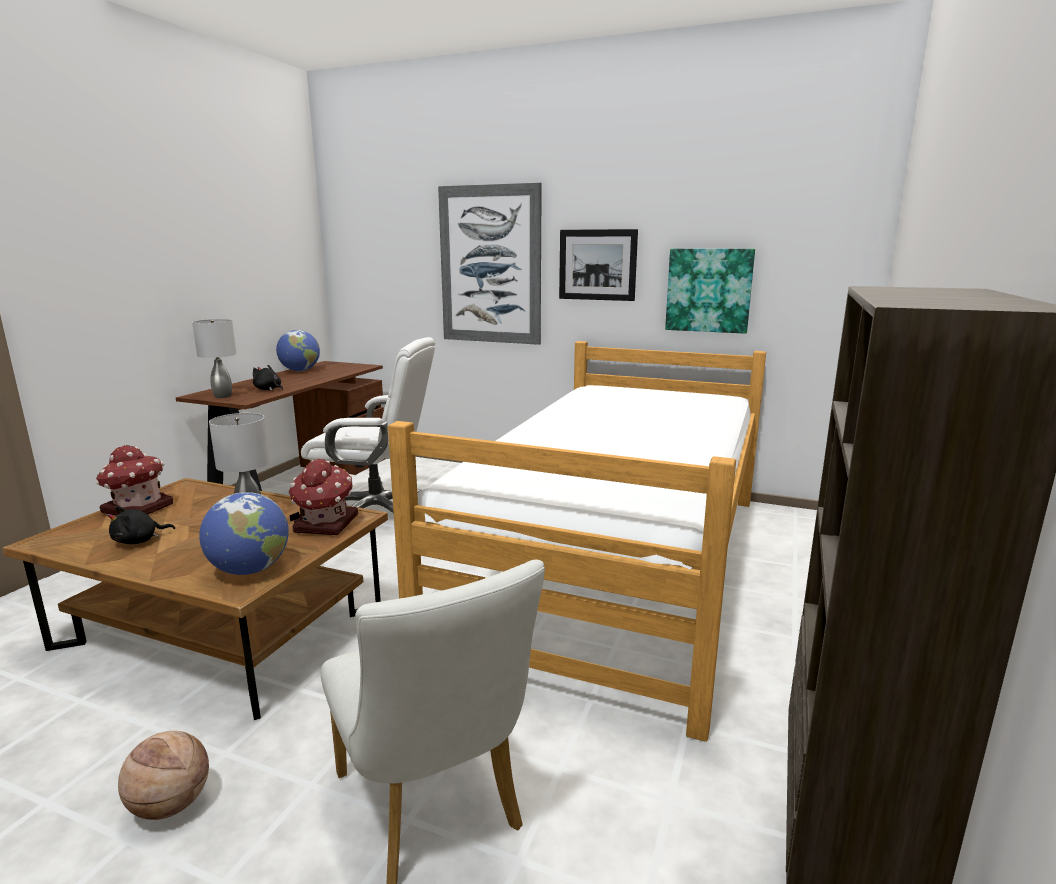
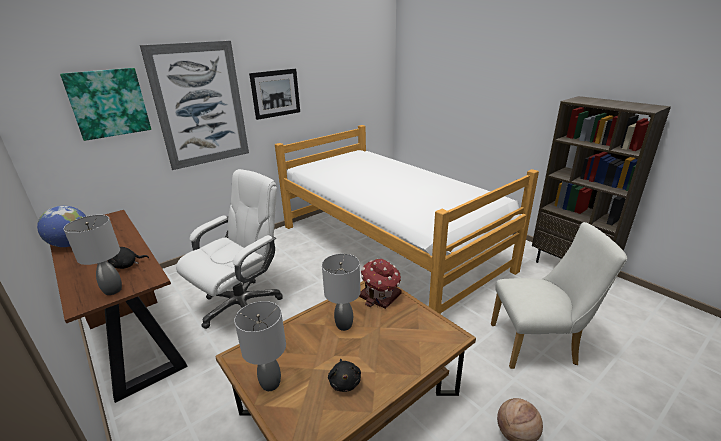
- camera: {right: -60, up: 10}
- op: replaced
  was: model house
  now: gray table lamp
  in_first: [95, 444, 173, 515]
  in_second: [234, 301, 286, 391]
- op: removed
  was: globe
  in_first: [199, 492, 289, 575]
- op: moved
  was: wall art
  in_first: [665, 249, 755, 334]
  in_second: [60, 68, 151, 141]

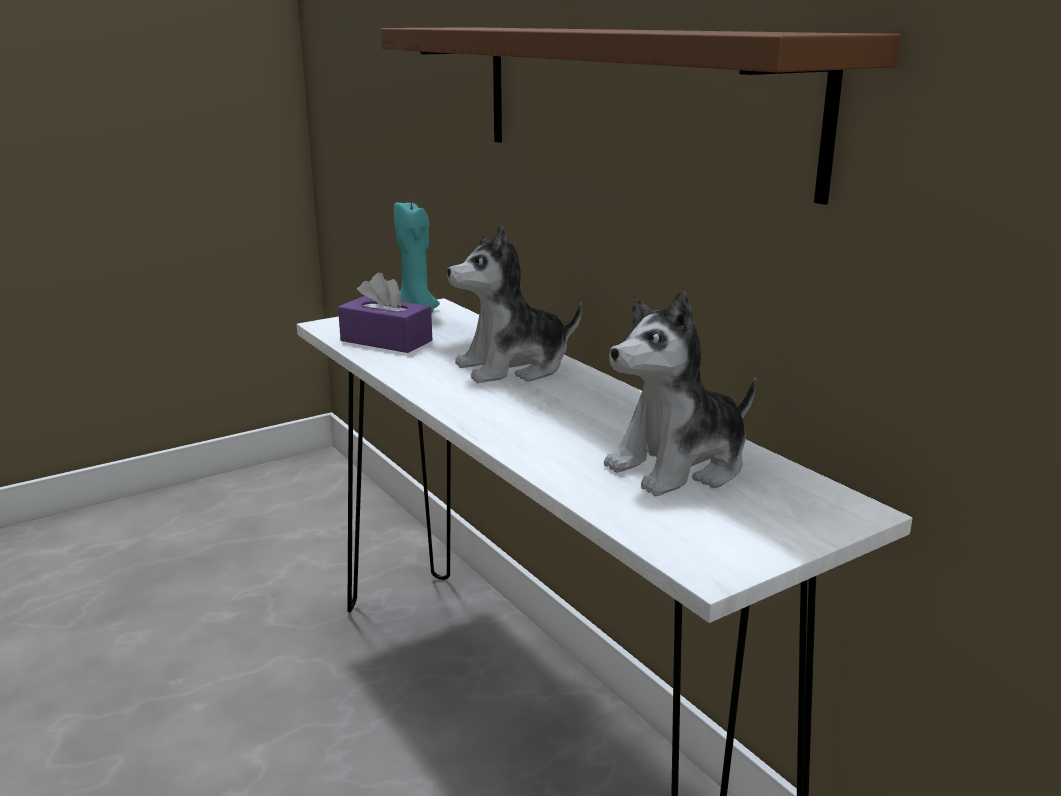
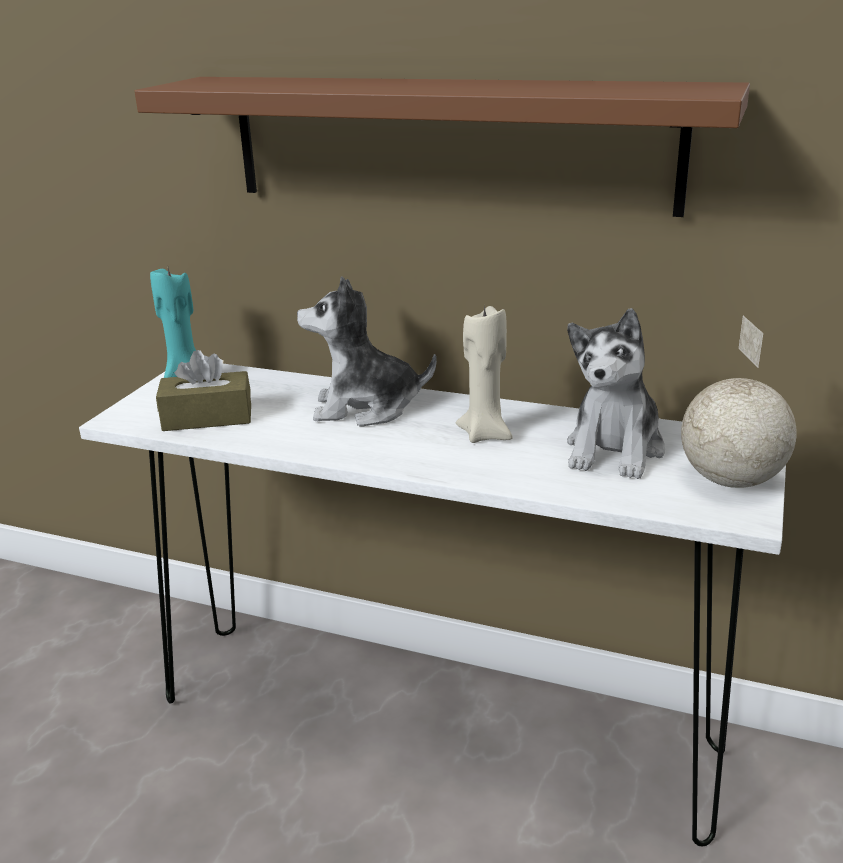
- camera: {right: -35, up: 5}
- op: recoloured
  was: purple tissue holder
  now: brownish tissue holder
  in_first: [338, 272, 432, 353]
  in_second: [156, 350, 251, 431]
- op: turned
  was: plush toy
  in_first: [447, 225, 582, 383]
  in_second: [297, 276, 437, 426]
  clockwise: 60
- op: added
  now: beige-coloured wax light
  in_second: [456, 302, 513, 443]
- op: added
  now: globe
  in_second: [681, 315, 797, 488]

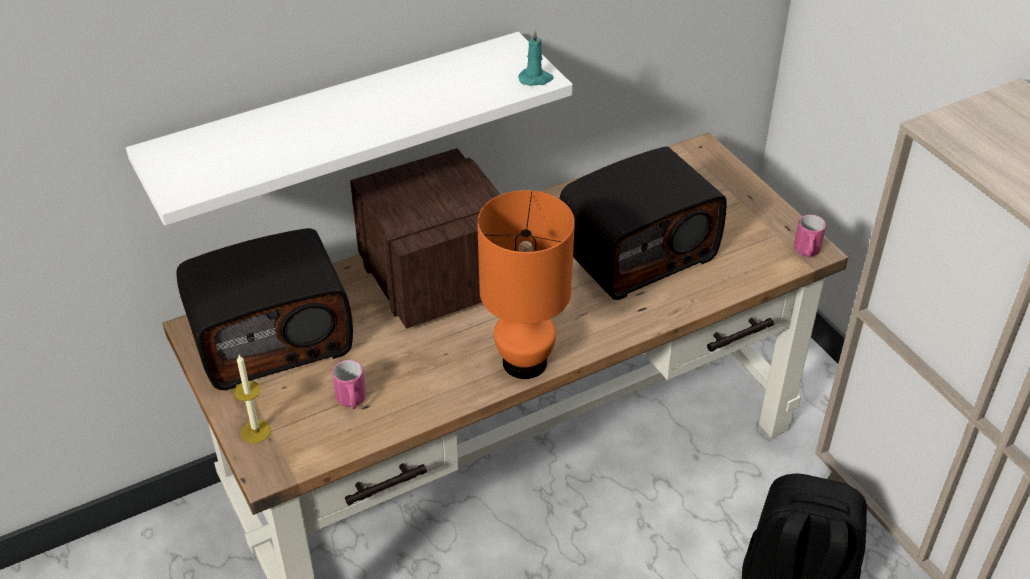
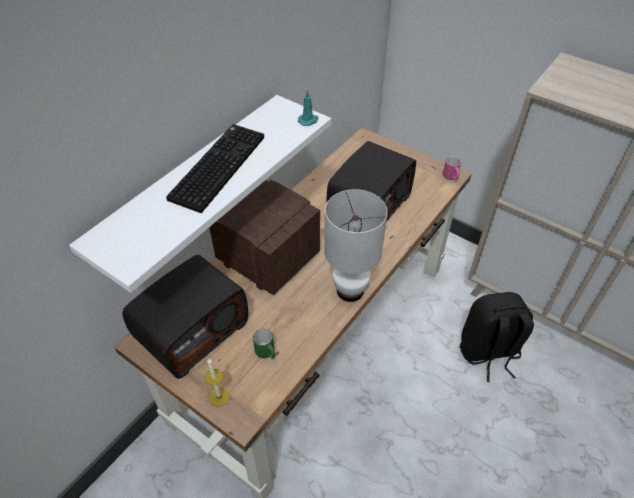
- camera: {right: -25, up: 5}
- op: recoloured
  was: pink-coloured coffee mug
  now: green coffee mug
  in_first: [332, 360, 366, 409]
  in_second: [253, 329, 275, 359]
- op: recoloured
  was: orange-coloured table lamp
  now: white table lamp
  in_first: [477, 190, 575, 379]
  in_second: [325, 189, 387, 302]
- op: added
  now: keyboard
  in_second: [166, 124, 264, 213]

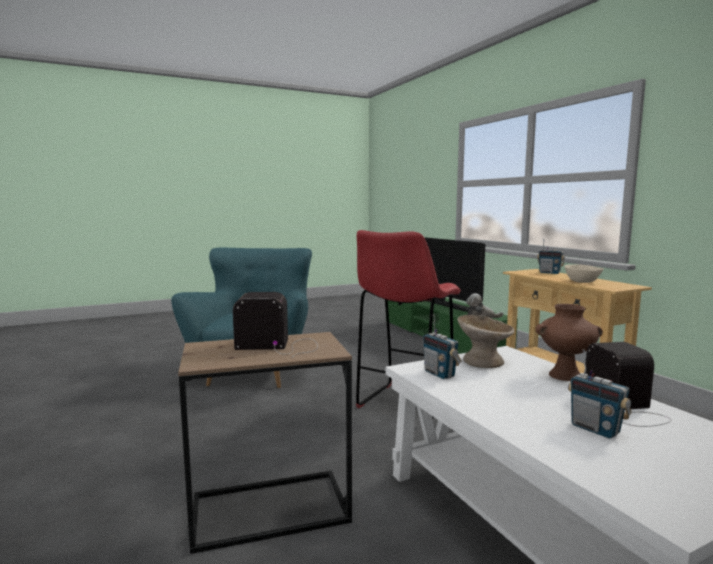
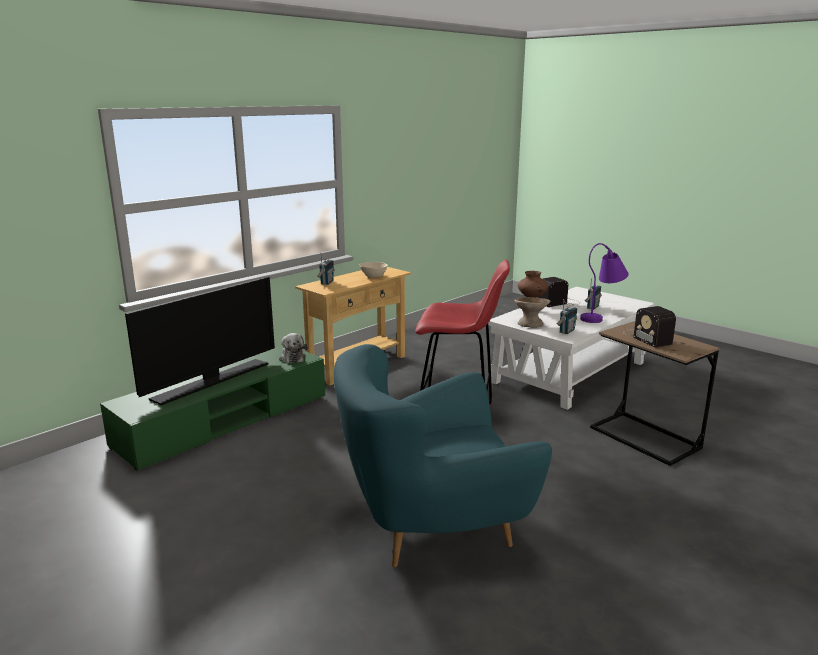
- camera: {right: -110, up: 10}
- op: added
  now: purple table lamp
  in_second: [580, 243, 629, 323]

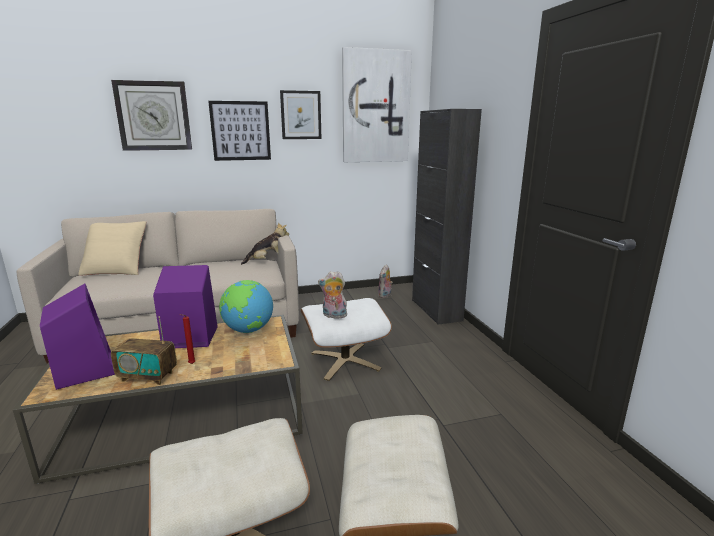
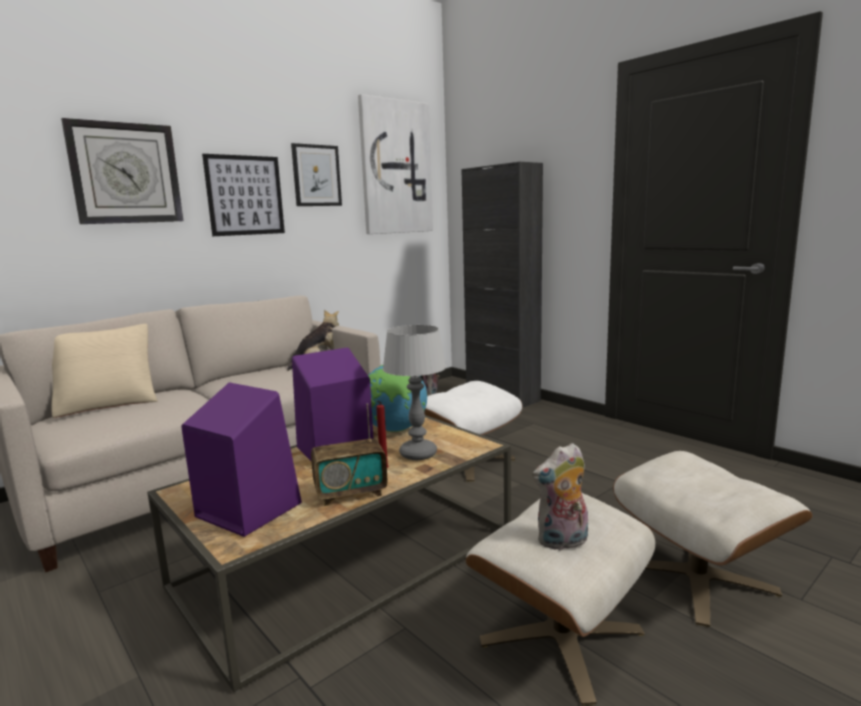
- camera: {right: -25, up: -5}
- op: moved
  was: plush toy
  in_first: [318, 271, 347, 318]
  in_second: [532, 443, 588, 551]
- op: added
  now: table lamp
  in_second: [383, 325, 446, 460]

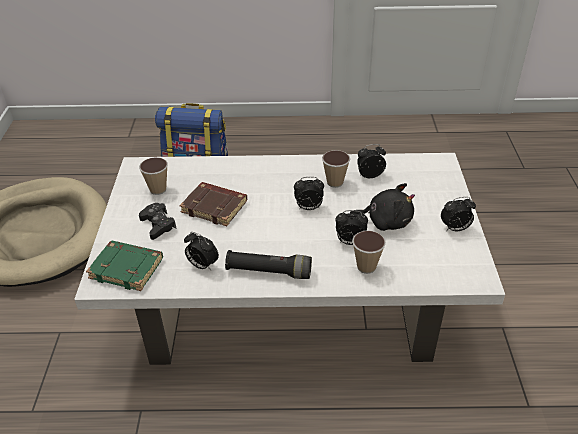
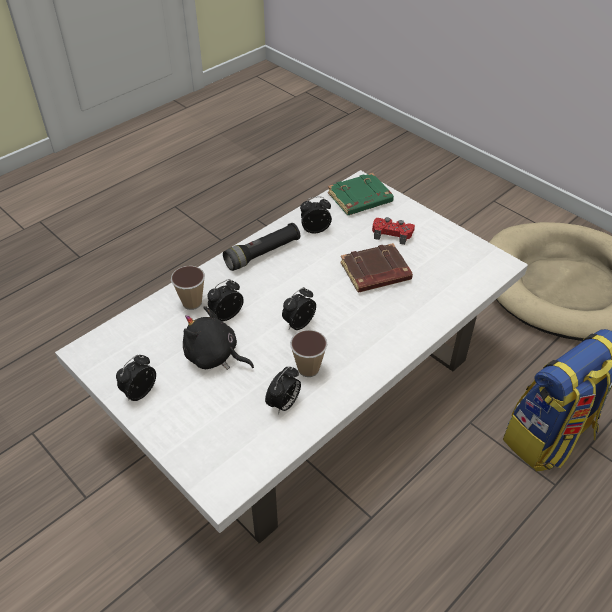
- camera: {right: 135, up: 5}
- op: removed
  was: drinking cup
  in_first: [139, 157, 168, 195]
- op: recoloured
  was: black-coloured gamepad
  now: reddish gamepad
  in_first: [139, 203, 176, 240]
  in_second: [372, 217, 415, 245]
- op: turned
  was: black-coloured plush toy
  in_first: [350, 183, 415, 231]
  in_second: [183, 306, 254, 370]
  clockwise: 60

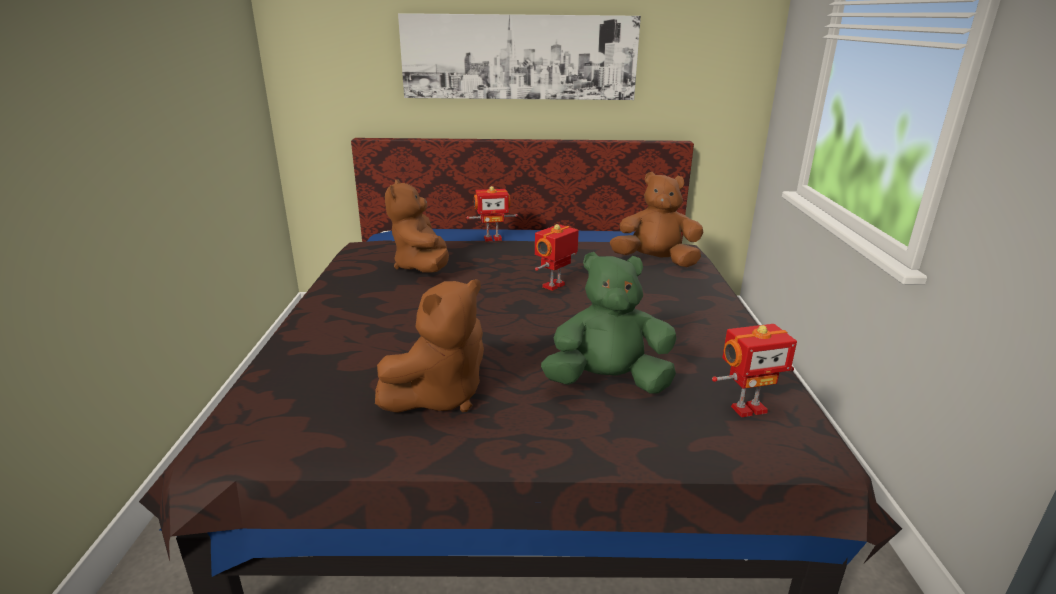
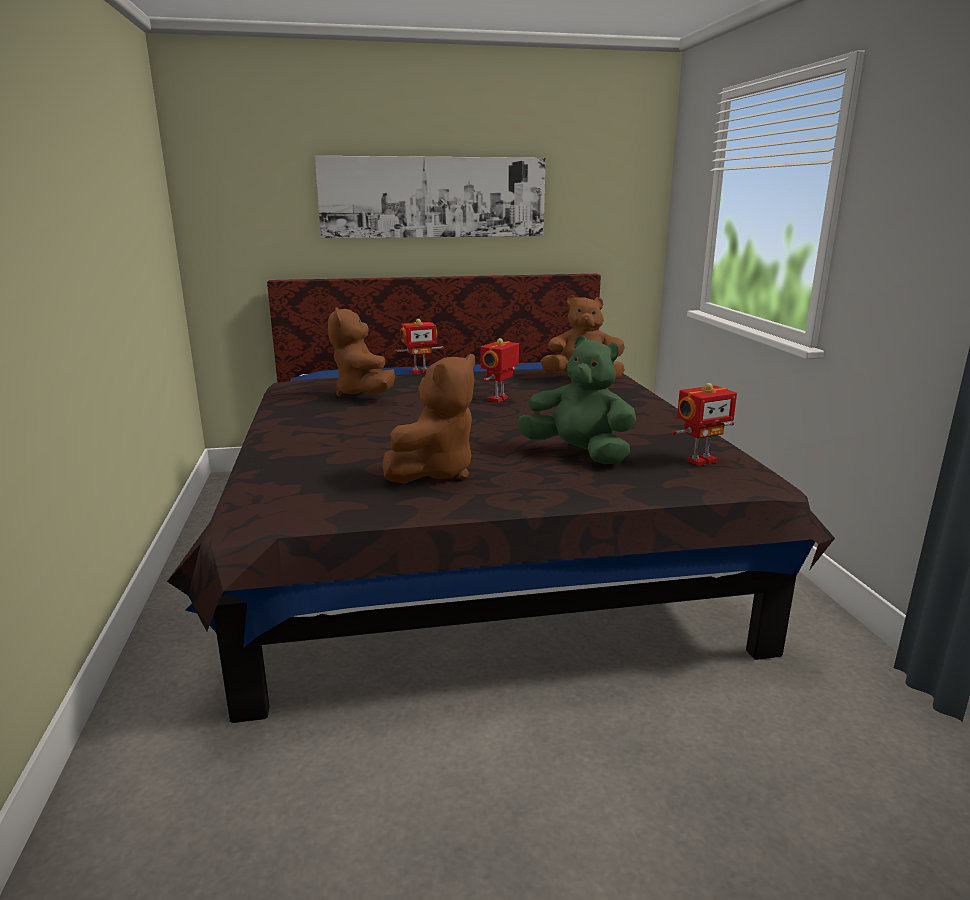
- camera: {right: -10, up: -5}
- op: turned
  was: green plush toy
  in_first: [541, 252, 676, 394]
  in_second: [517, 336, 636, 464]
  clockwise: 45

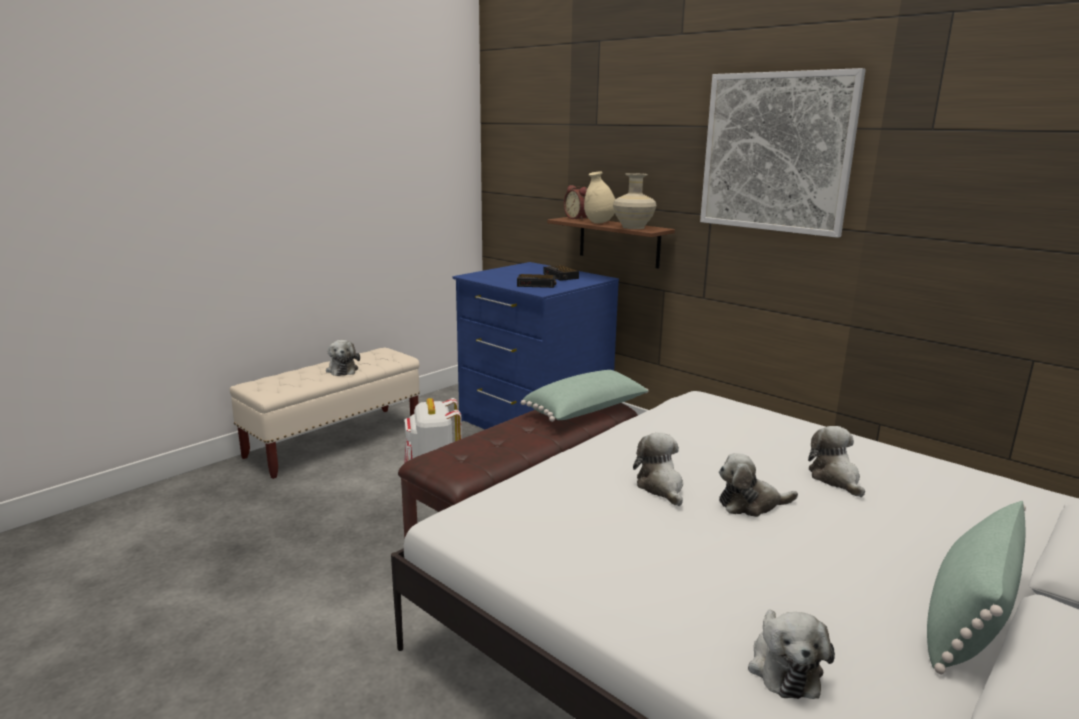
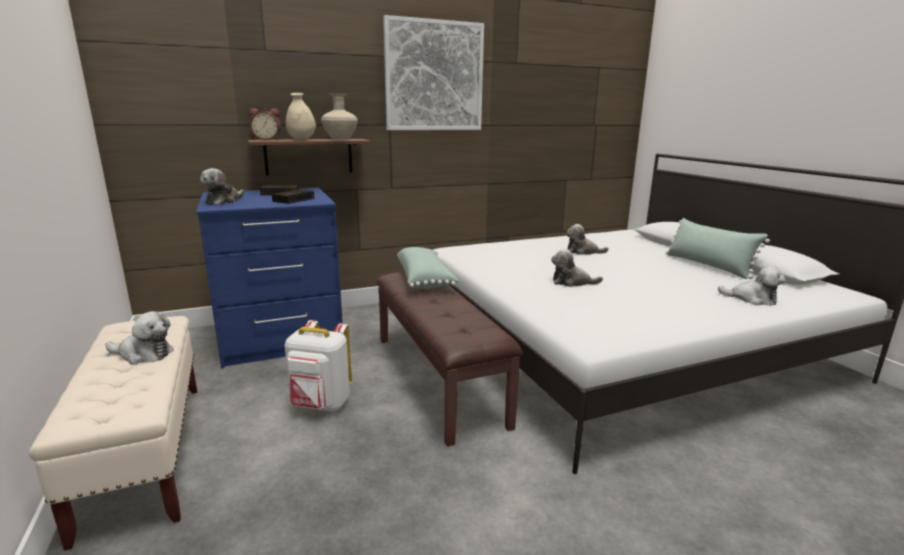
- camera: {right: -65, up: 0}
- op: moved
  was: plush toy
  in_first: [719, 453, 798, 517]
  in_second: [200, 168, 244, 205]

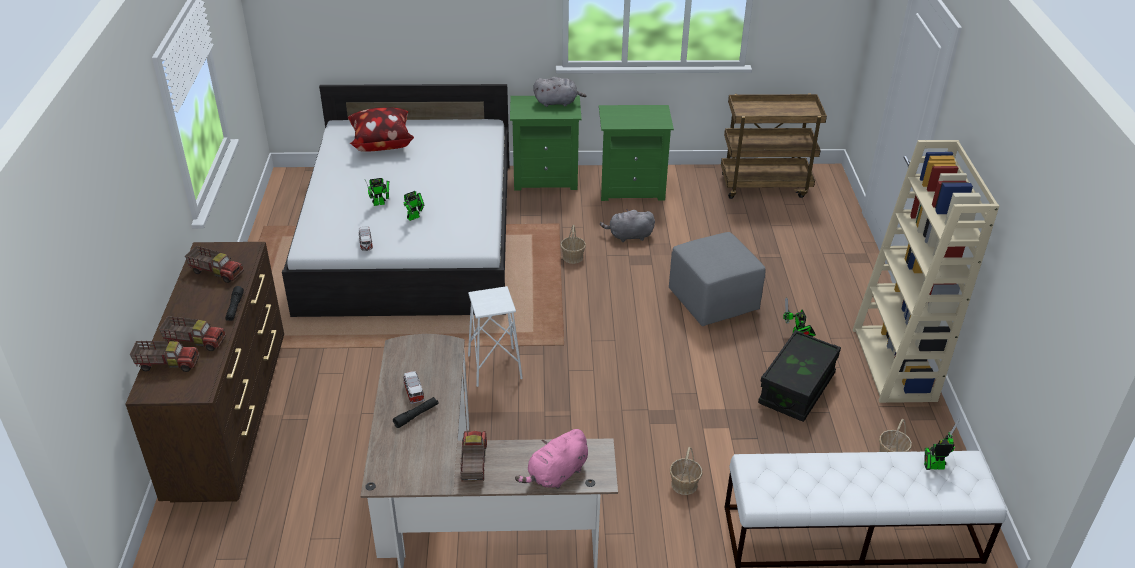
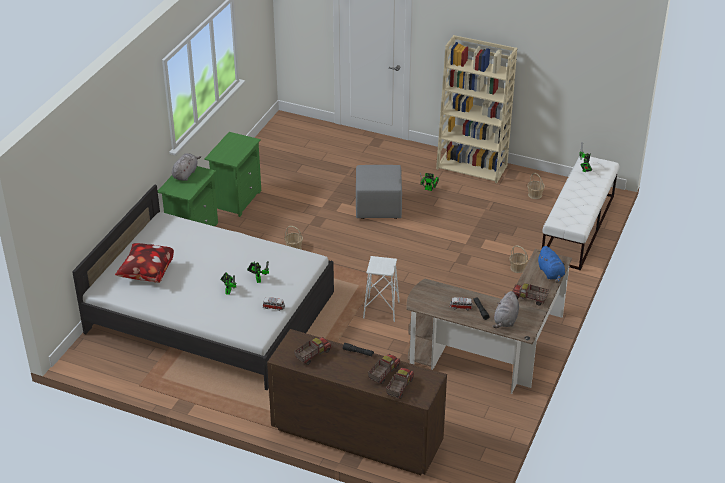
- camera: {right: -65, up: 0}
- op: recoloured
  was: pink-coloured plush toy
  now: blue plush toy
  in_first: [515, 429, 588, 489]
  in_second: [537, 246, 565, 283]
- op: moved
  was: gray plush toy
  in_first: [600, 209, 655, 242]
  in_second: [493, 291, 519, 328]
- op: removed
  was: brownish cart
  in_first: [721, 94, 827, 199]
- op: removed
  was: black-coloured storage container
  in_first: [758, 330, 841, 422]

